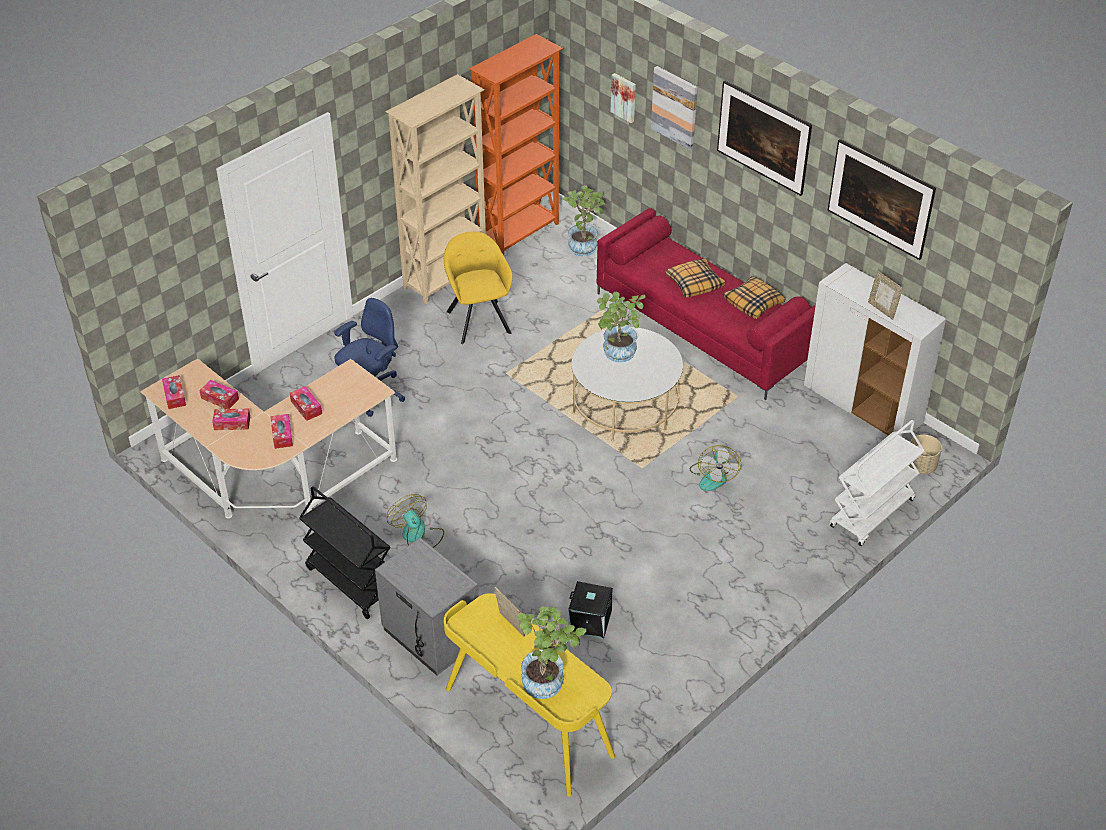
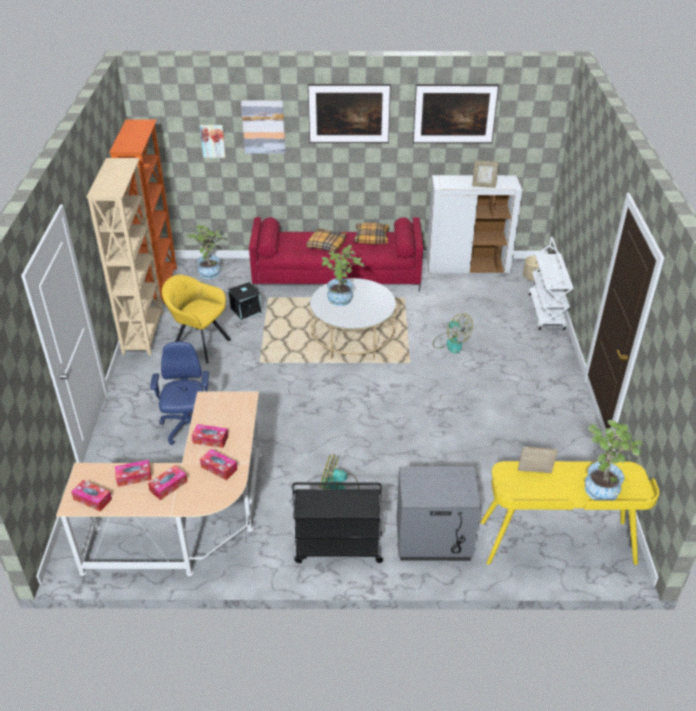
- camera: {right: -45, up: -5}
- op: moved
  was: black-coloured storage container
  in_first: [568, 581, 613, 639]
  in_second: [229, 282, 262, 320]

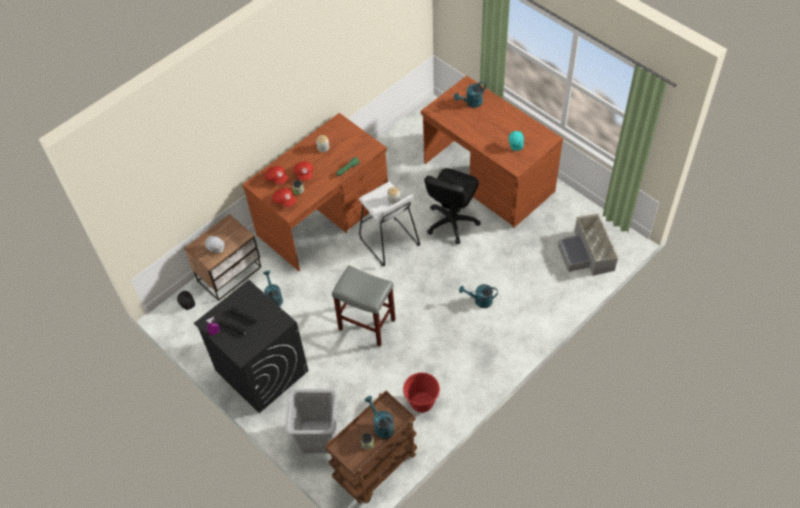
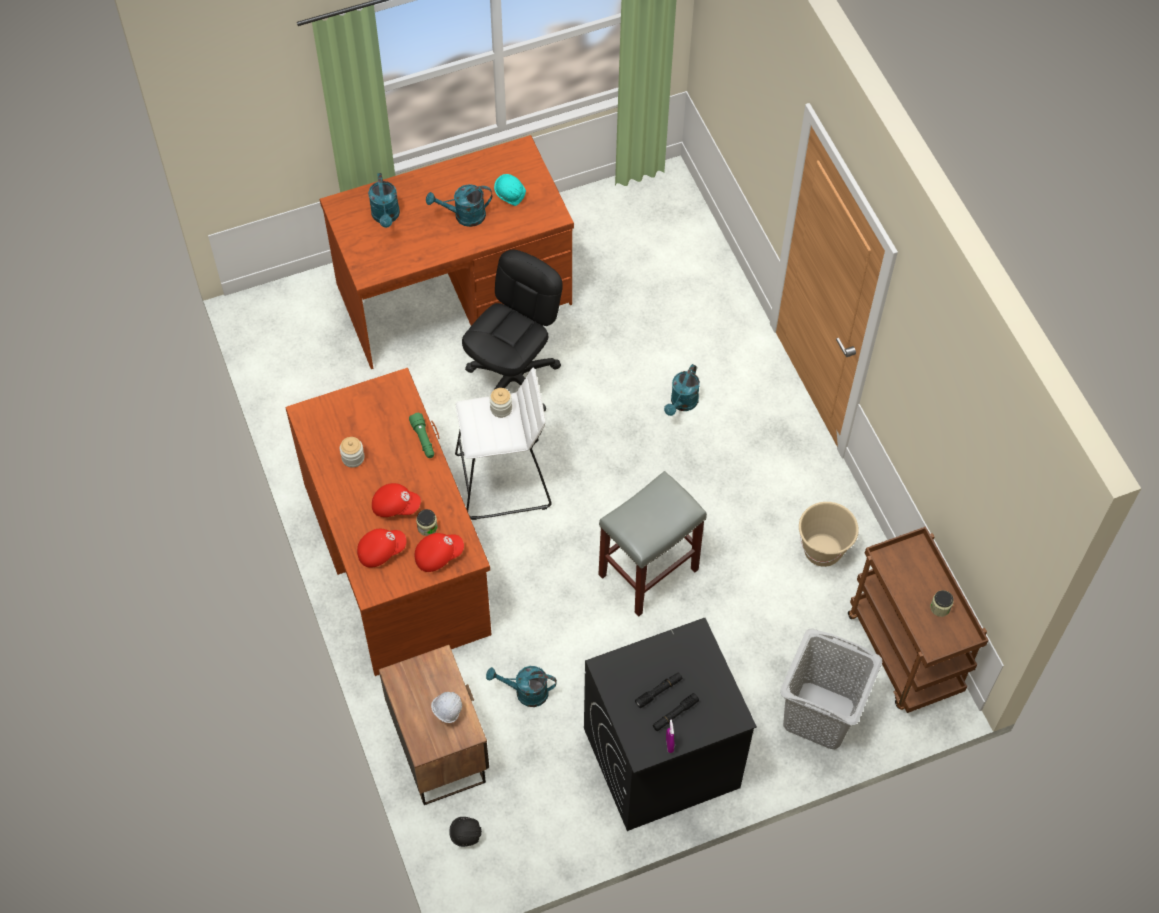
- camera: {right: -70, up: 5}
- op: moved
  was: turquoise-coloured watering can
  in_first: [364, 396, 394, 439]
  in_second: [426, 184, 492, 227]
- op: recoloured
  was: reddish water bucket
  now: beige-coloured water bucket
  in_first: [403, 372, 440, 413]
  in_second: [799, 502, 859, 567]
- op: turned
  was: black-coloured office chair
  in_first: [424, 168, 481, 244]
  in_second: [462, 250, 563, 411]
  clockwise: -105
- op: removed
  was: gray storage container
  in_first: [558, 214, 619, 276]

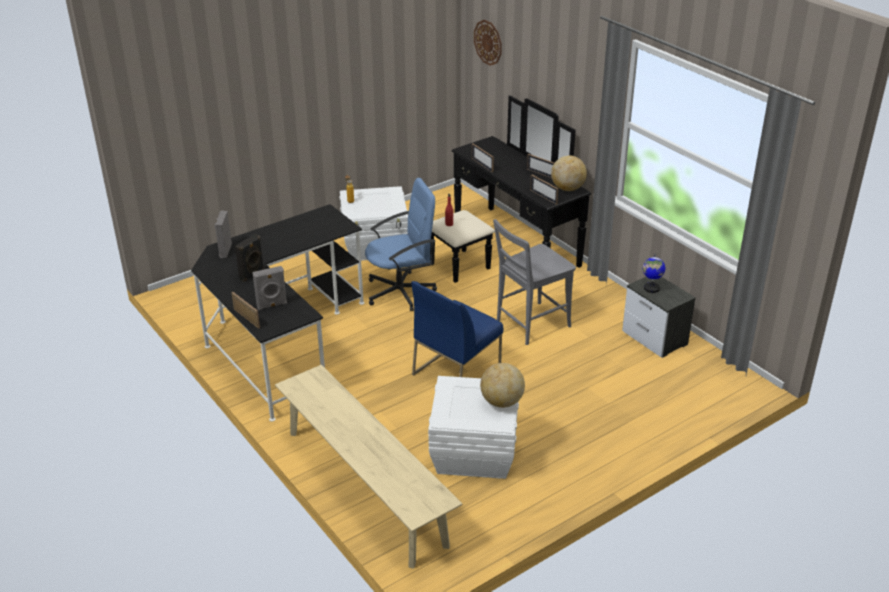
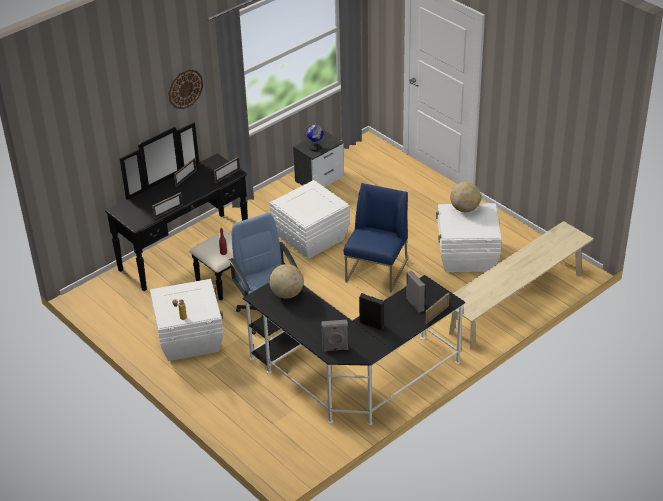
- camera: {right: -95, up: 5}
- op: turned
  was: blue chair
  in_first: [411, 281, 503, 377]
  in_second: [344, 183, 408, 292]
  clockwise: -105
- op: moved
  was: wall clock
  in_first: [474, 20, 502, 66]
  in_second: [168, 69, 203, 109]
- op: replaced
  was: gray chair
  now: white storage container
  in_first: [493, 219, 576, 345]
  in_second: [270, 180, 350, 259]
- op: moved
  was: globe
  in_first: [551, 156, 587, 191]
  in_second: [269, 264, 304, 299]

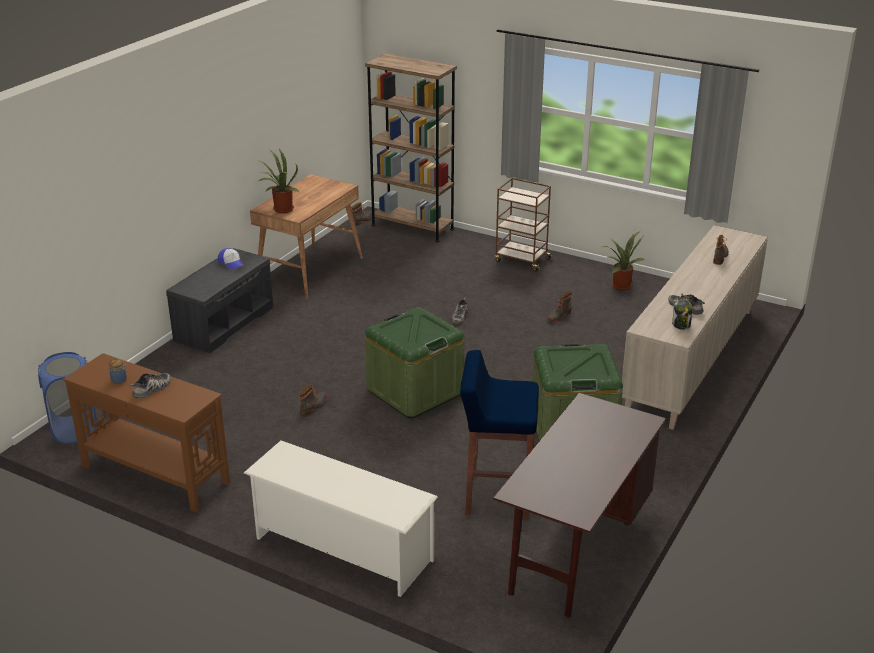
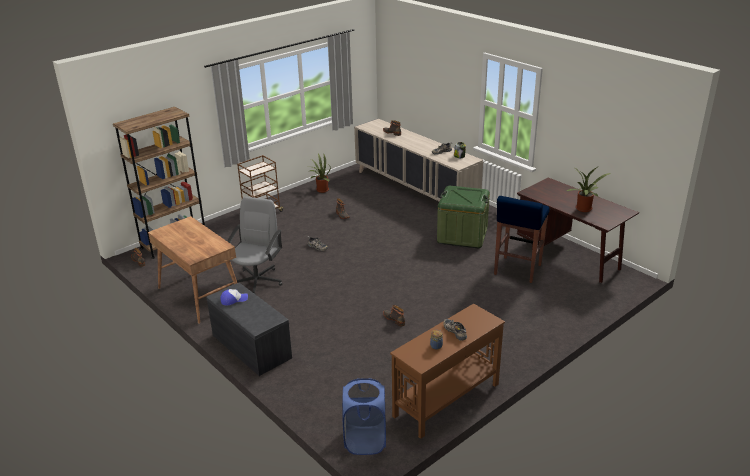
- camera: {right: -70, up: 0}
- op: removed
  was: white shoe shelf
  in_first: [244, 441, 438, 597]
- op: moved
  was: houseplant
  in_first: [257, 149, 299, 213]
  in_second: [567, 167, 611, 212]
- op: removed
  was: green storage container
  in_first: [365, 307, 465, 418]
- op: added
  now: gray office chair
  in_second: [227, 197, 282, 295]

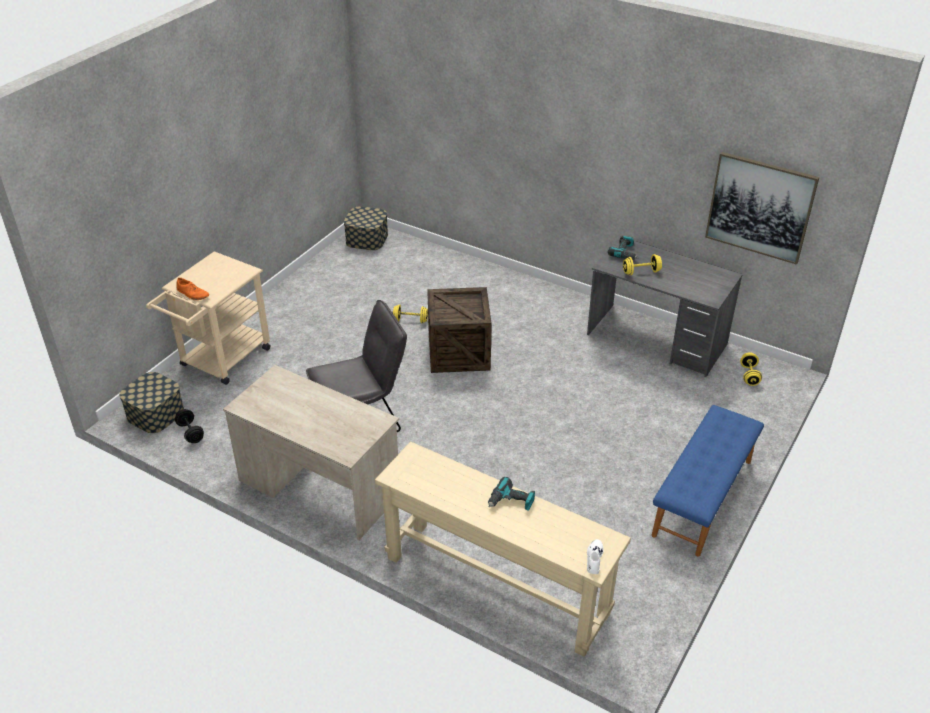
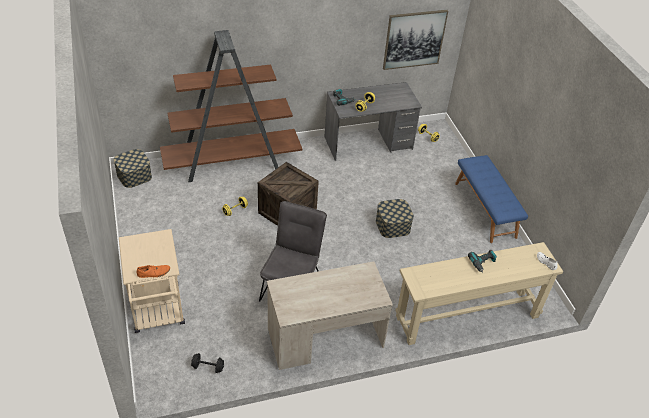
- camera: {right: -50, up: 5}
- op: moved
  was: storage container
  in_first: [119, 372, 184, 433]
  in_second: [376, 199, 414, 238]
- op: added
  now: brownish shelving unit
  in_second: [160, 30, 302, 182]

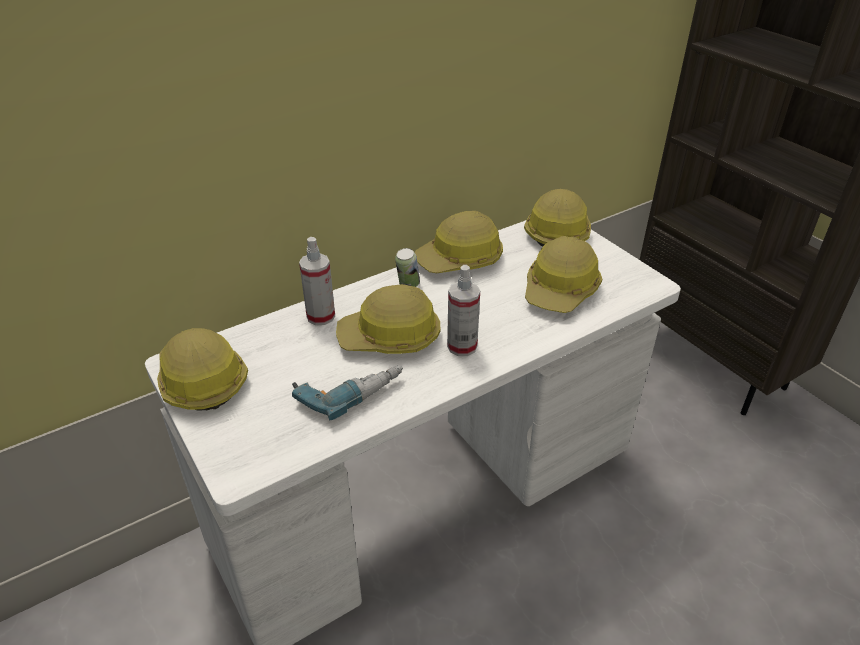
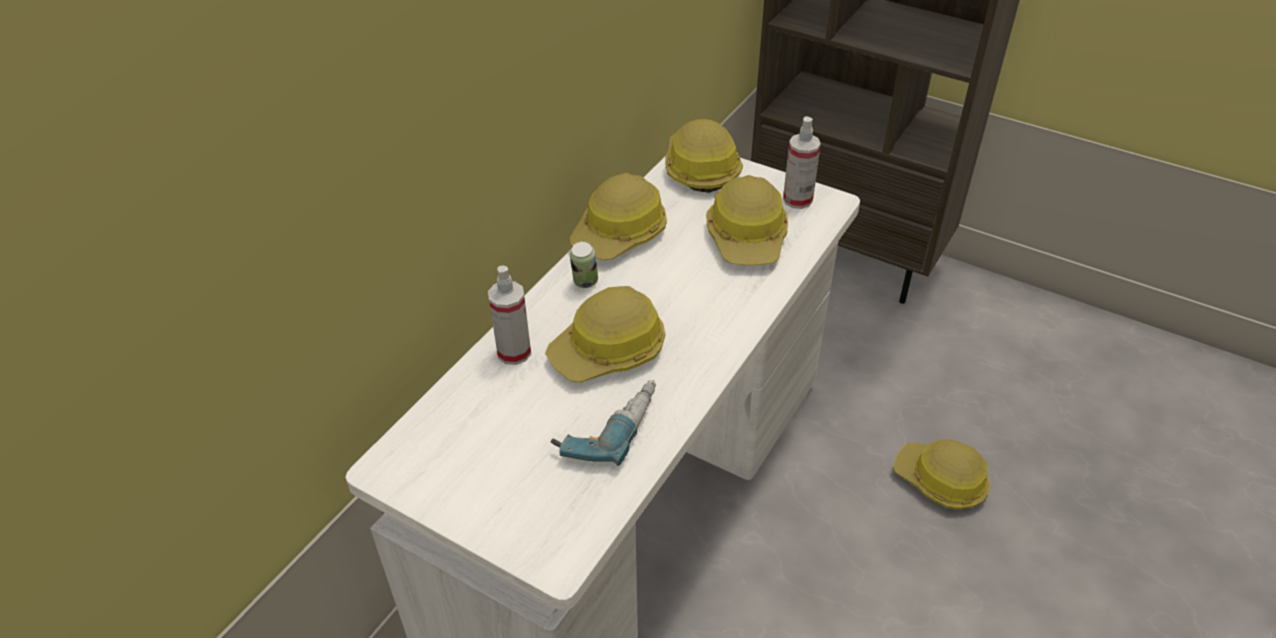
- camera: {right: -25, up: 5}
- op: moved
  was: work helmet
  in_first: [157, 328, 248, 411]
  in_second: [893, 439, 990, 509]
- op: moved
  was: hand sprayer
  in_first: [447, 265, 480, 356]
  in_second: [783, 116, 821, 209]

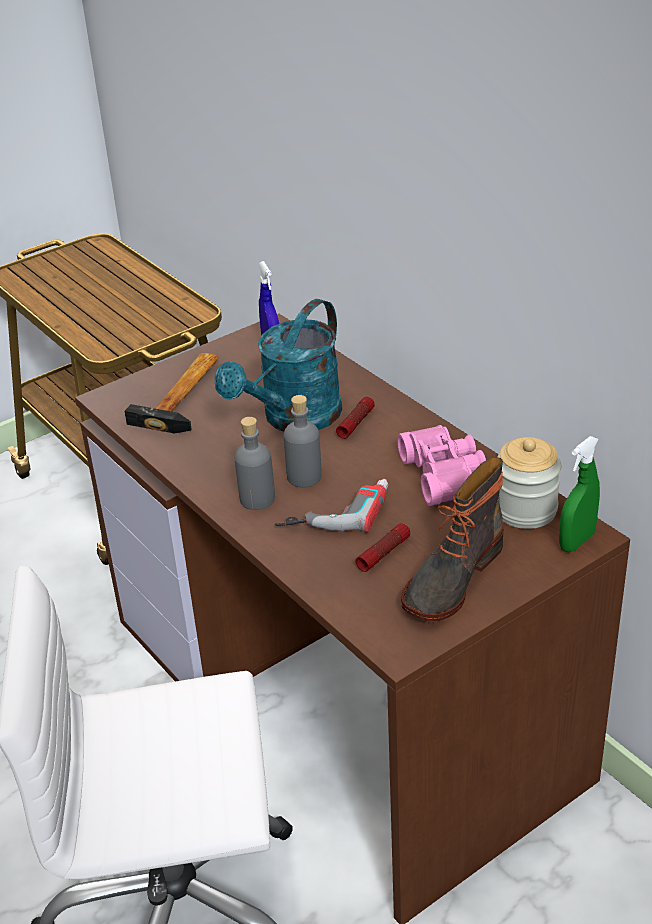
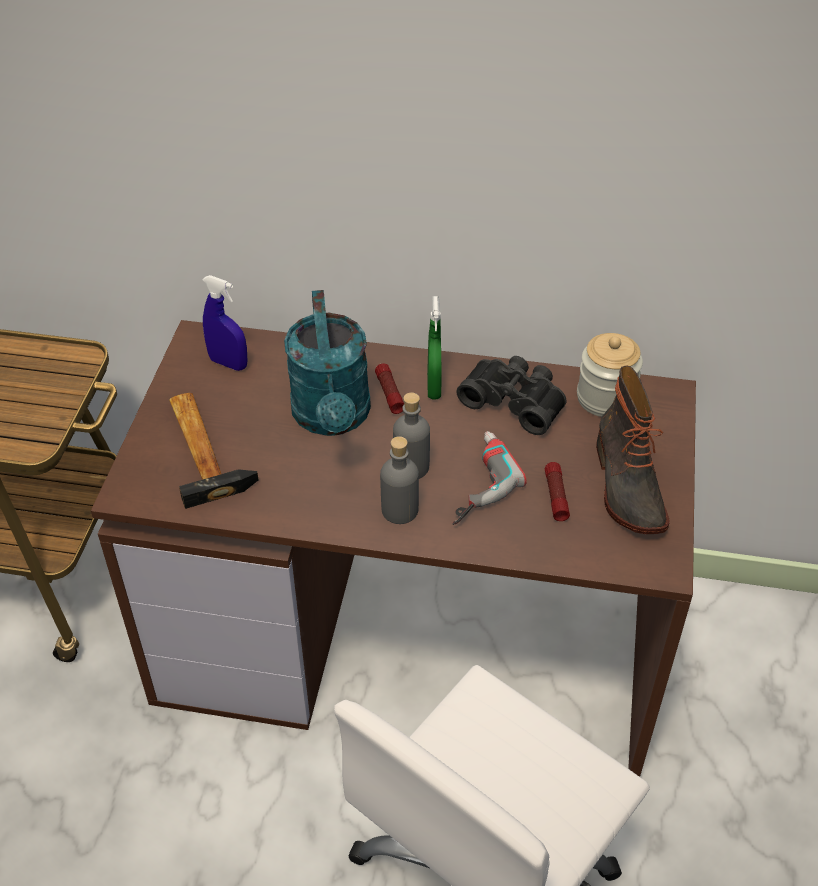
- camera: {right: -45, up: 10}
- op: recoloured
  was: pink-coloured field glasses
  now: black-coloured field glasses
  in_first: [397, 425, 486, 506]
  in_second: [456, 356, 566, 435]
- op: moved
  was: green hand sprayer
  in_first: [559, 436, 600, 552]
  in_second: [427, 296, 442, 400]

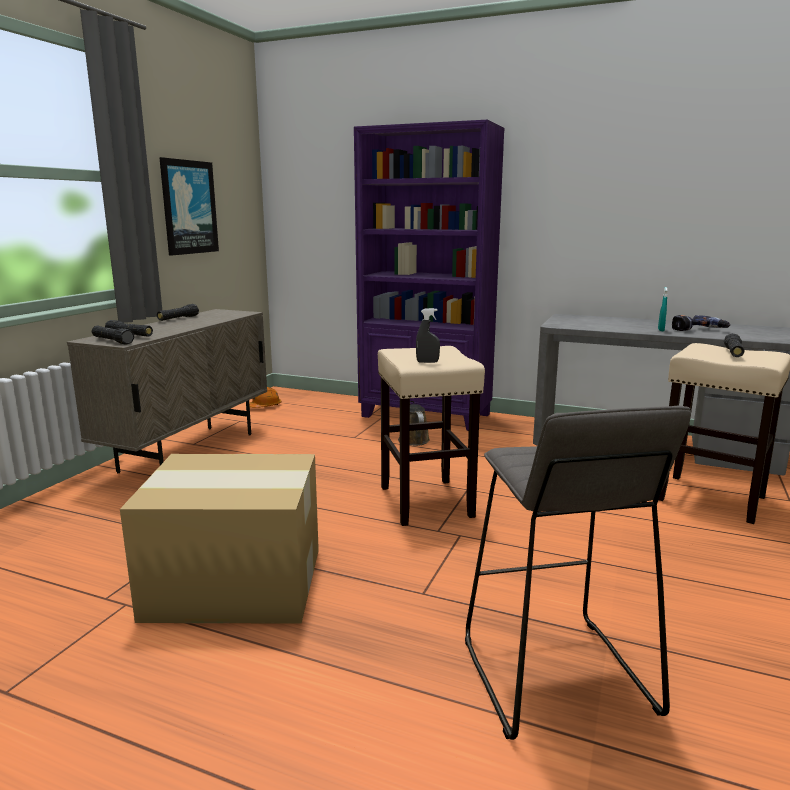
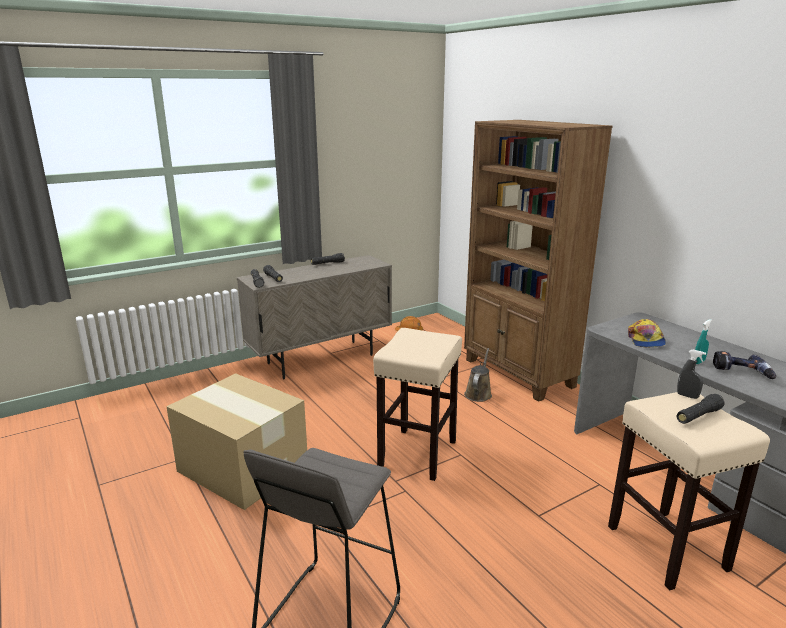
- camera: {right: 35, up: 5}
- op: removed
  was: wall art
  in_first: [159, 157, 219, 256]
- op: recoloured
  was: purple shelving unit
  now: brownish shelving unit
  in_first: [354, 119, 505, 431]
  in_second: [464, 120, 612, 402]
- op: moved
  was: gray hand sprayer
  in_first: [416, 308, 440, 363]
  in_second: [677, 350, 706, 399]
- op: added
  now: peaked cap
  in_second: [628, 319, 666, 347]

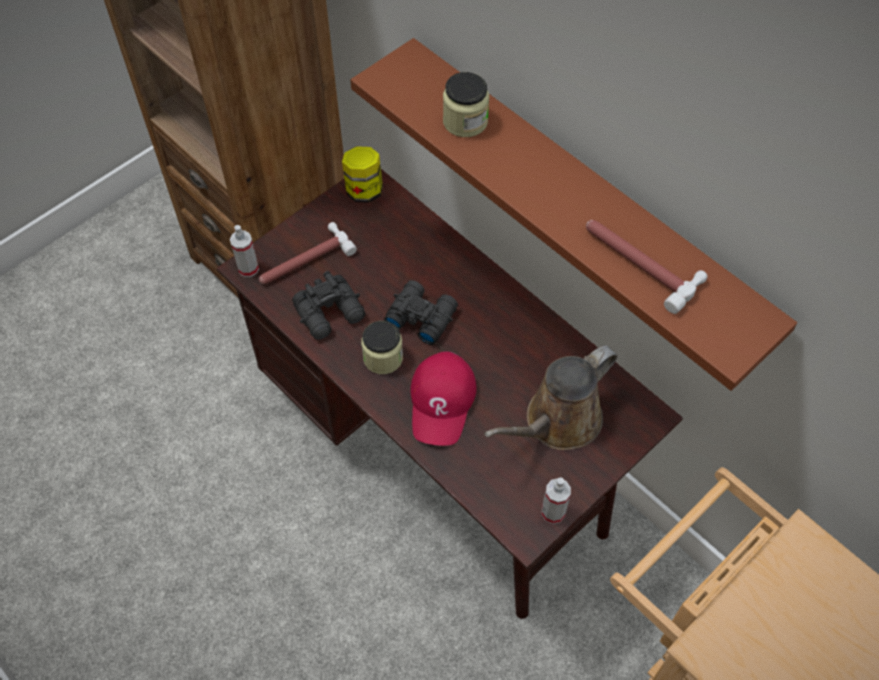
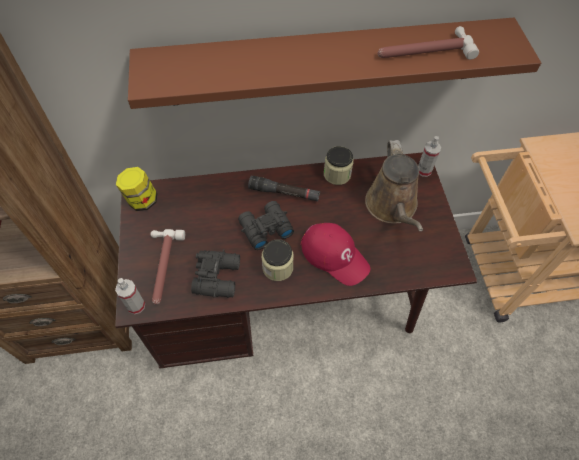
- camera: {right: -55, up: 0}
- op: moved
  was: jar
  in_first: [443, 72, 489, 137]
  in_second: [324, 146, 354, 185]
- op: moved
  was: hand sprayer
  in_first: [541, 478, 571, 524]
  in_second: [418, 136, 441, 177]
- op: added
  now: black-coloured torch
  in_second: [248, 176, 320, 201]

